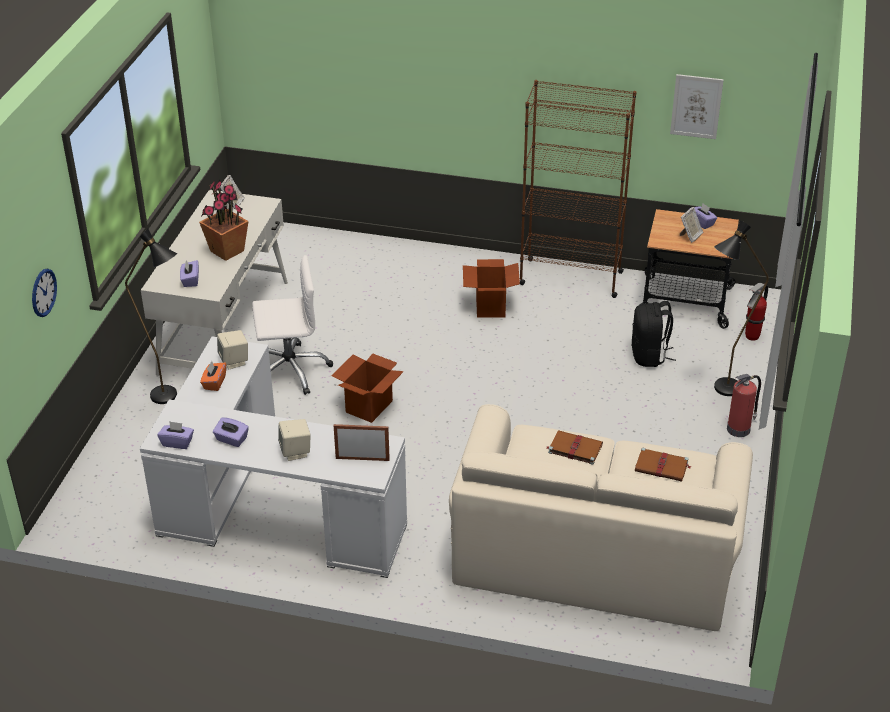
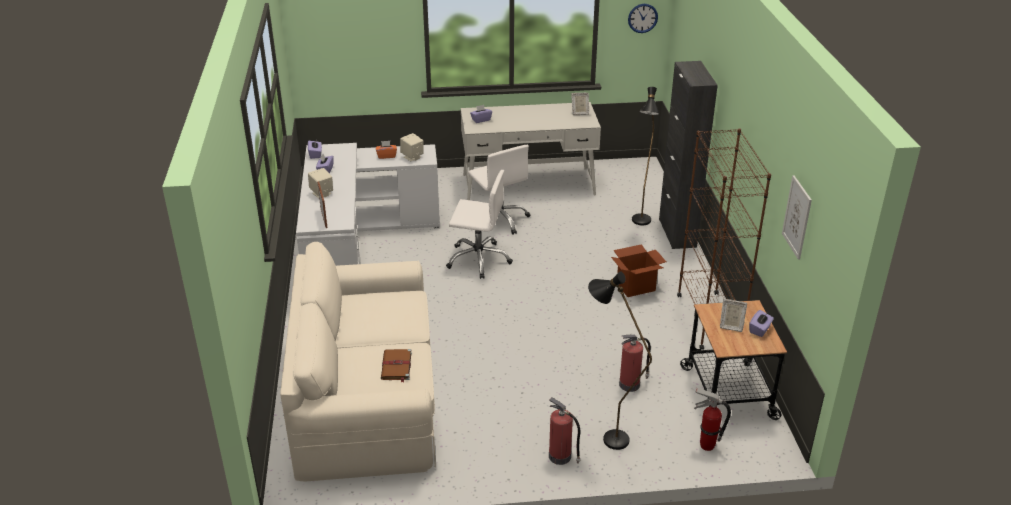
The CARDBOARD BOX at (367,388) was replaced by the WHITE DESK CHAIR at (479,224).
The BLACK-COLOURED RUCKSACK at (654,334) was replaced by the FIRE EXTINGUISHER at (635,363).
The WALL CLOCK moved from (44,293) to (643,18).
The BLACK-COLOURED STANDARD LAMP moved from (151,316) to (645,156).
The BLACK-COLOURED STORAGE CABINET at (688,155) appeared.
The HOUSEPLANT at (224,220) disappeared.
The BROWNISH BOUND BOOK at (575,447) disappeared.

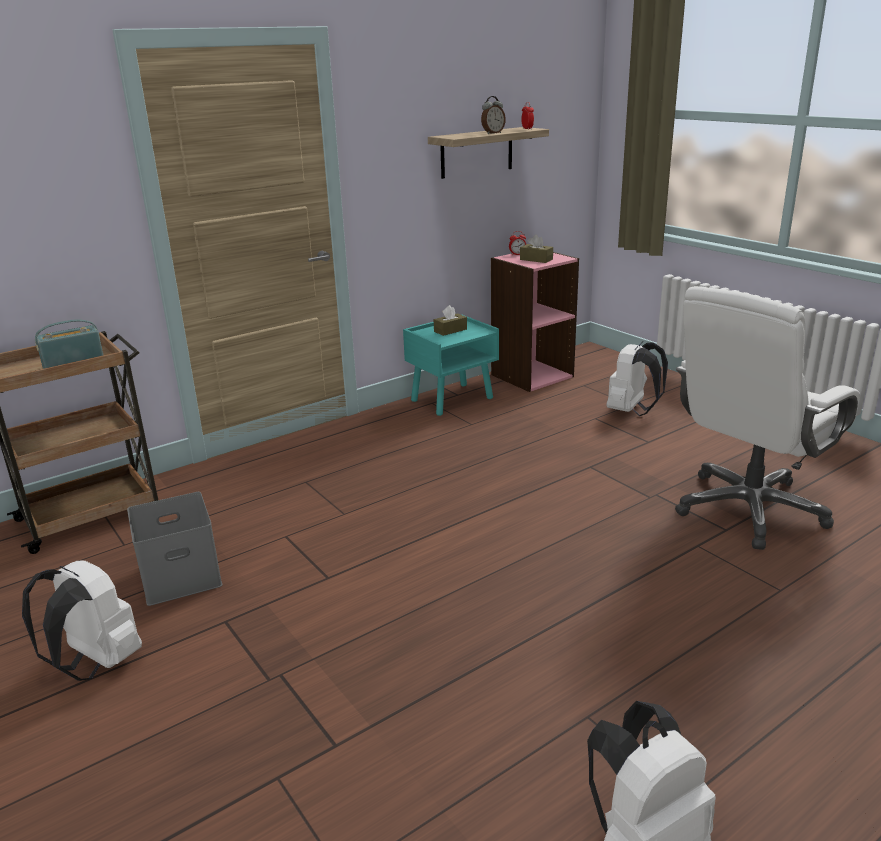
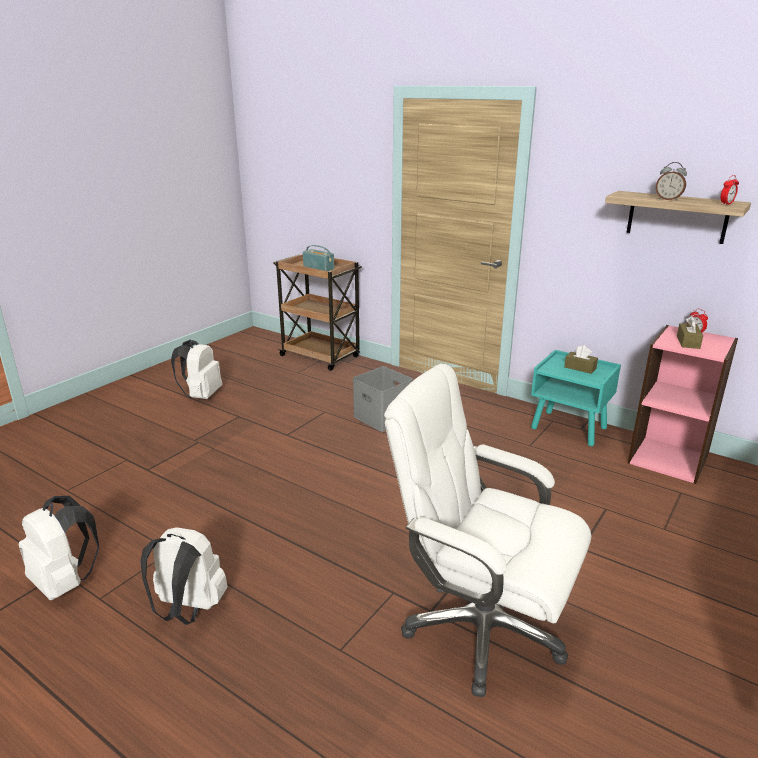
The WHITE RUCKSACK moved from (637,378) to (184,576).
The GRAY STORAGE BIN moved from (174,549) to (383,399).

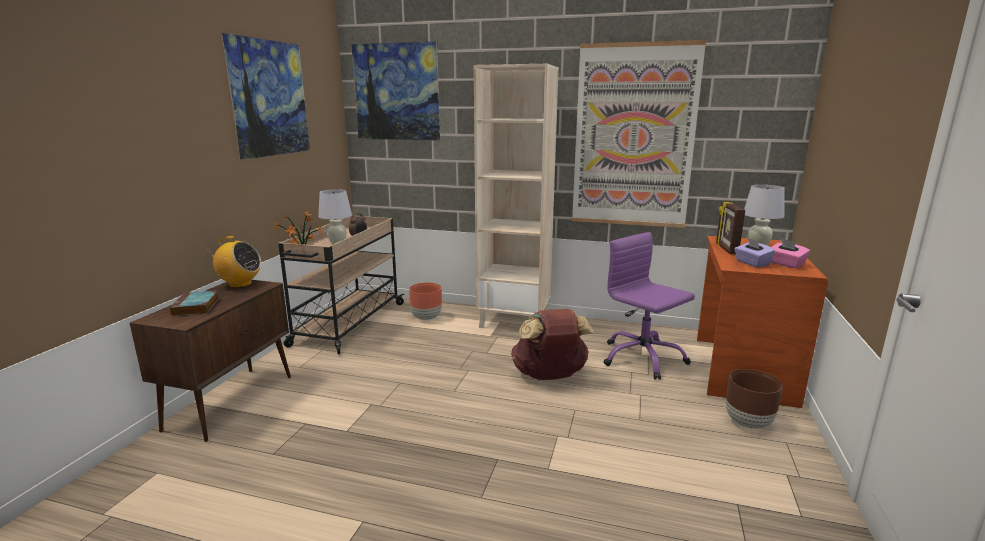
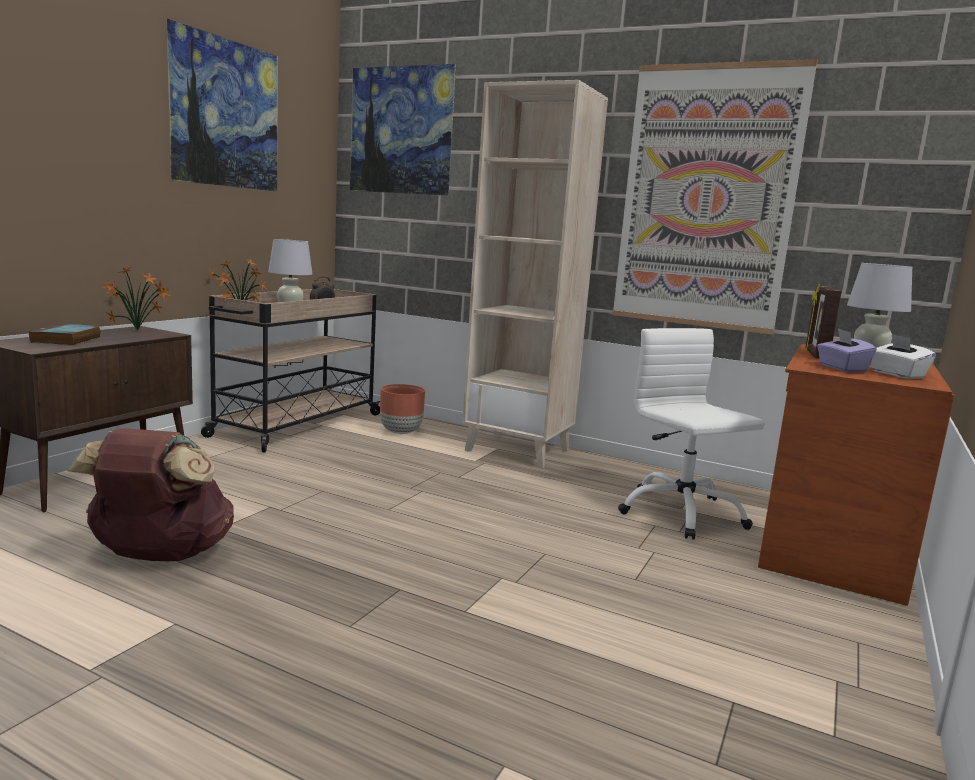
The BROWNISH RUCKSACK moved from (552,344) to (151,494).
The RADIO at (233,262) was replaced by the HOUSEPLANT at (136,298).
The PURPLISH DESK CHAIR at (649,306) became the WHITE DESK CHAIR at (691,434).
The PINK-COLOURED TISSUE BOX at (790,253) became the WHITE TISSUE BOX at (903,356).
The BROWNISH PLANTER at (754,399) disappeared.

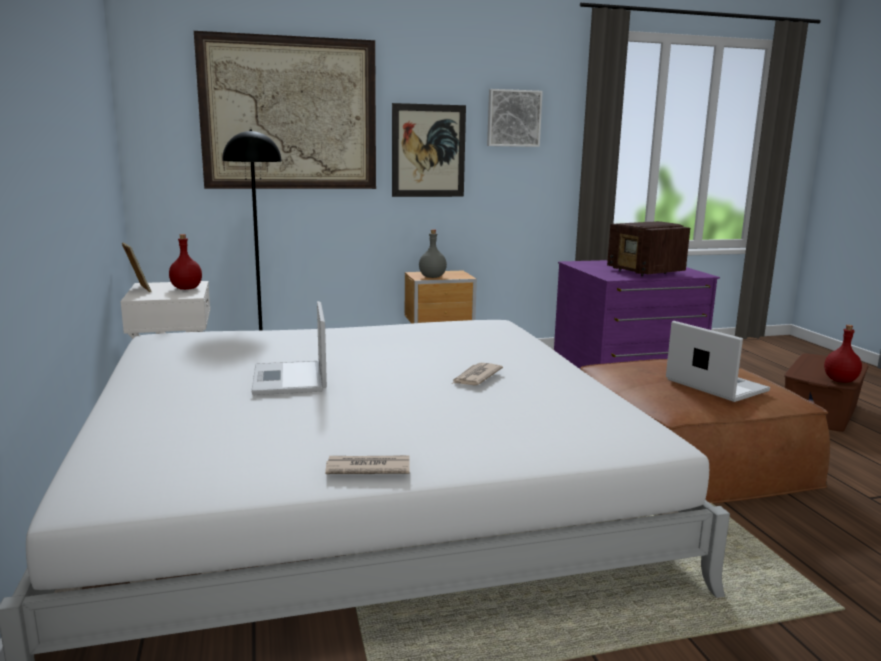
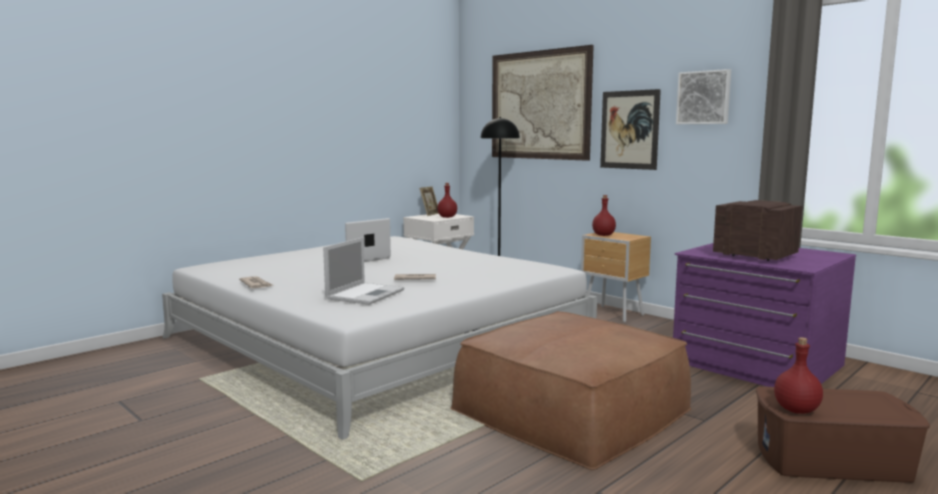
The PORTABLE COMPUTER moved from (718,361) to (363,271).
The GRAY BOTTLE at (433,253) became the RED-COLOURED BOTTLE at (604,215).
The RADIO at (648,248) turned 105 degrees clockwise.

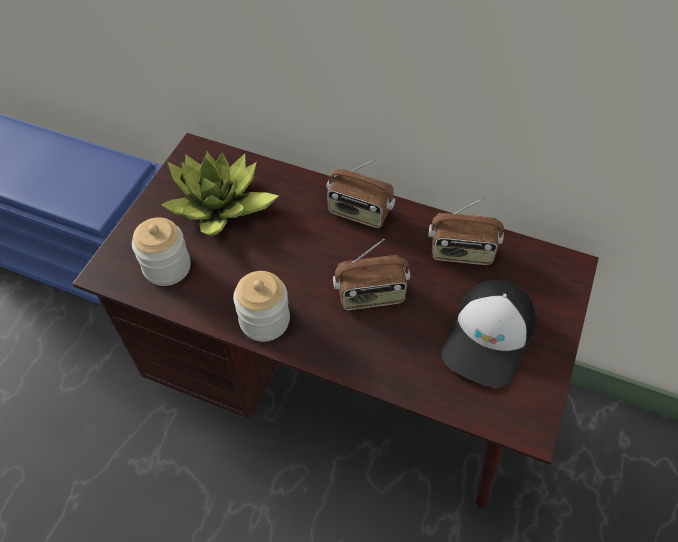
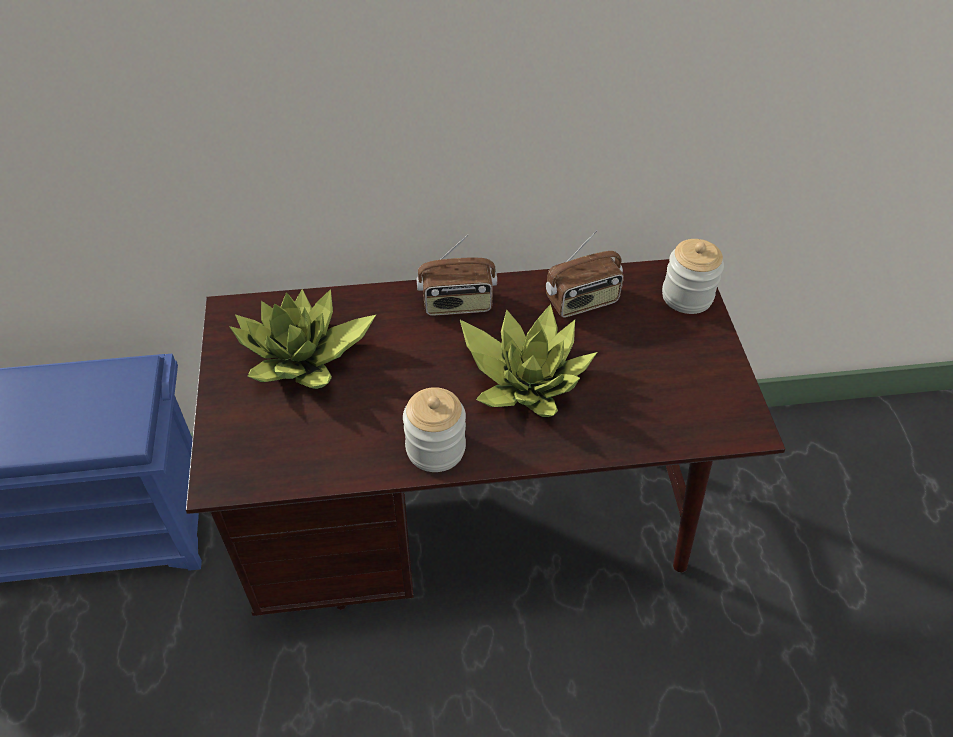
The RADIO at (371,274) was replaced by the HOUSEPLANT at (528,360).
The PRESERVE JAR moved from (161,251) to (693,276).
The PEAKED CAP at (488,334) disappeared.

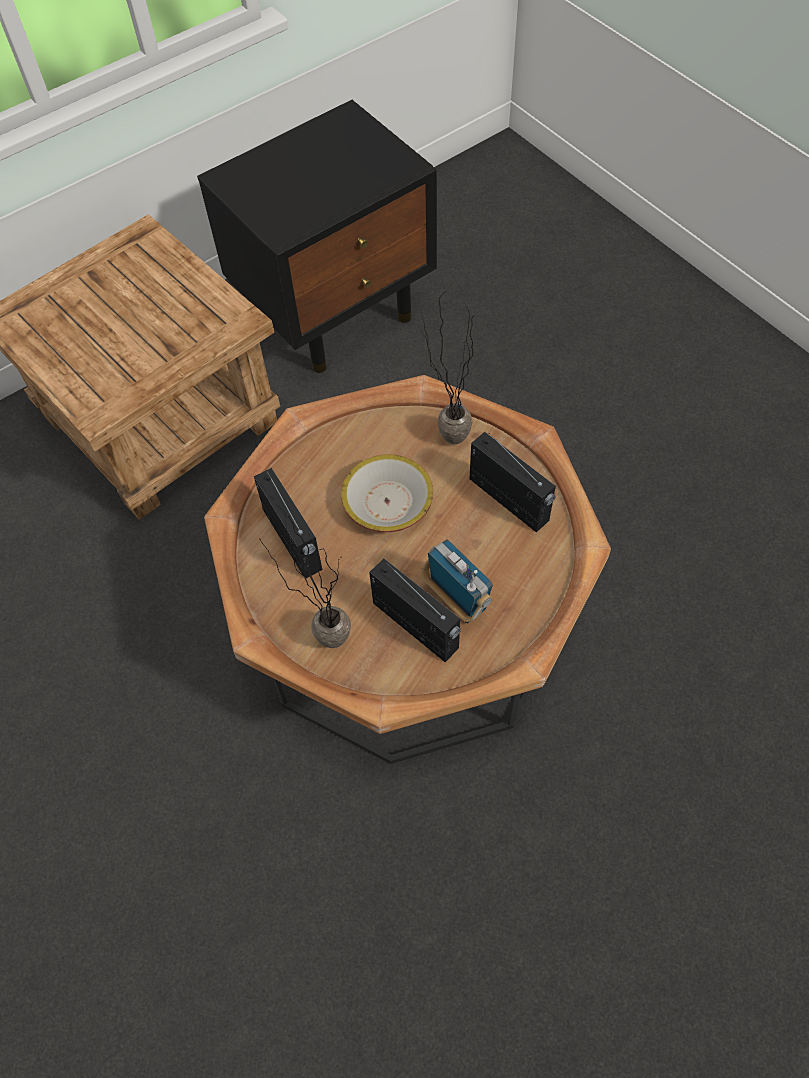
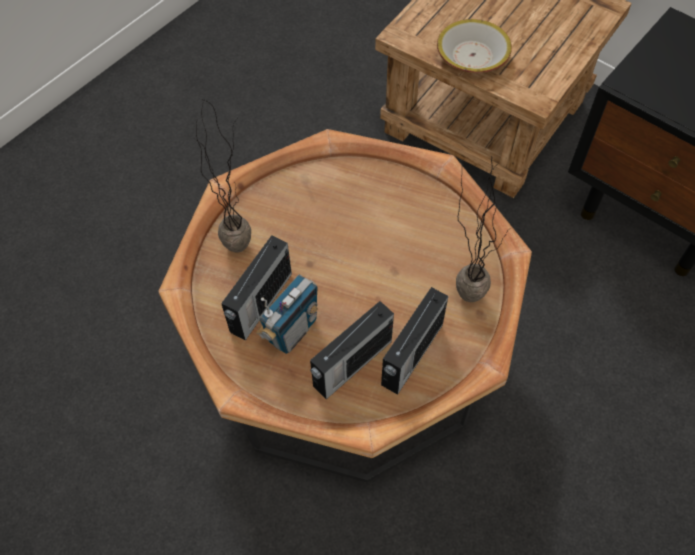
The RADIO moved from (288,523) to (352,350).
The BOWL moved from (387,493) to (474,46).

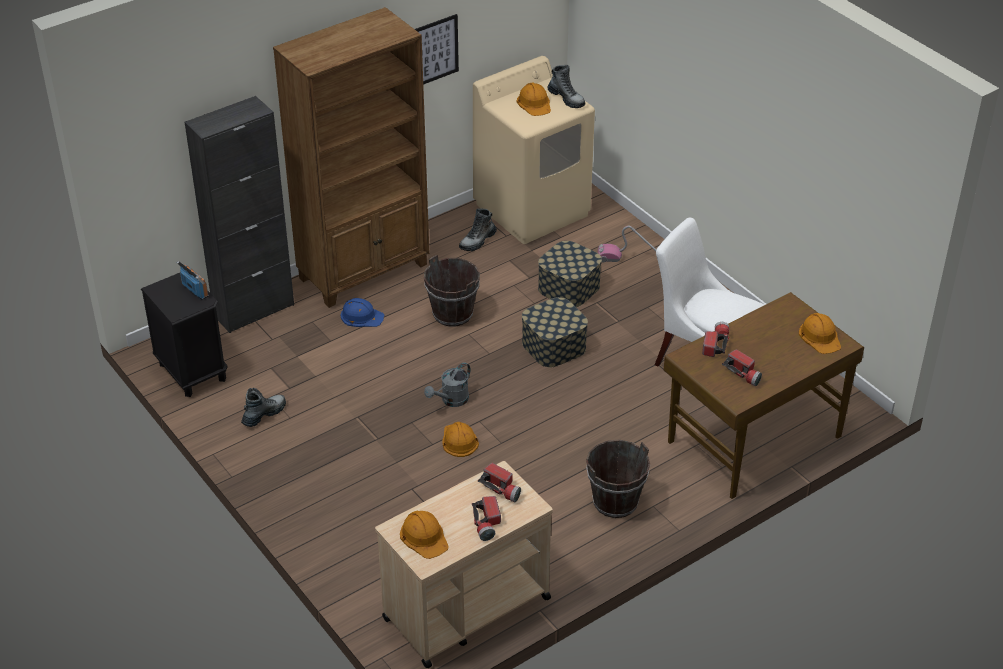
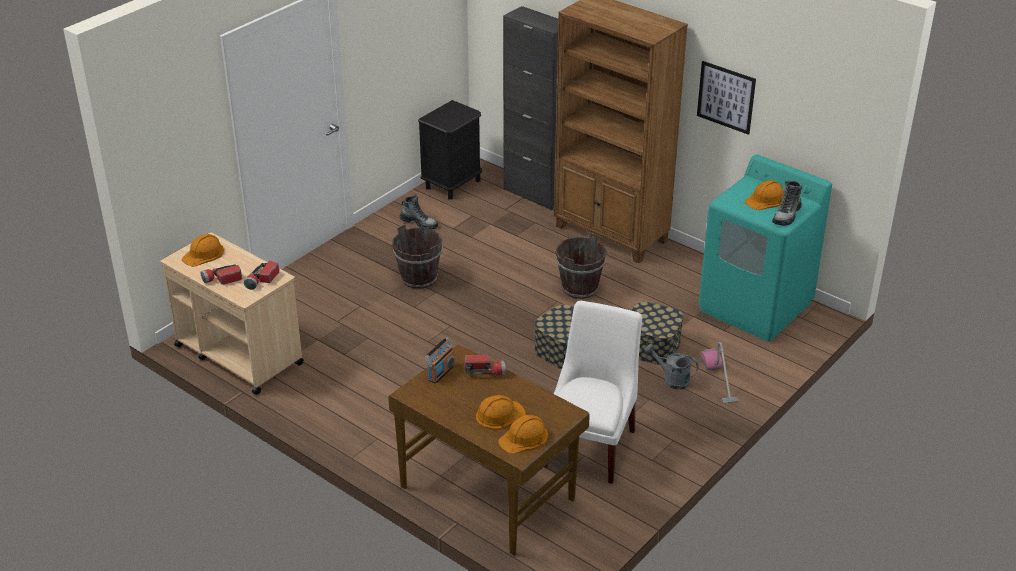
The BROWNISH WATER BUCKET moved from (618,479) to (417,256).
The RADIO moved from (193,280) to (440,360).
The ORANGE-COLOURED SAFETY HELMET moved from (460,439) to (501,412).
The GRAY WATERING CAN moved from (447,384) to (671,367).
The BEIGE WASHING MACHINE at (534,150) became the TURQUOISE WASHING MACHINE at (765,248).
The BLUISH SAFETY HELMET at (362,312) disappeared.
The BOOT at (478,229) disappeared.
The TORCH at (742,367) disappeared.

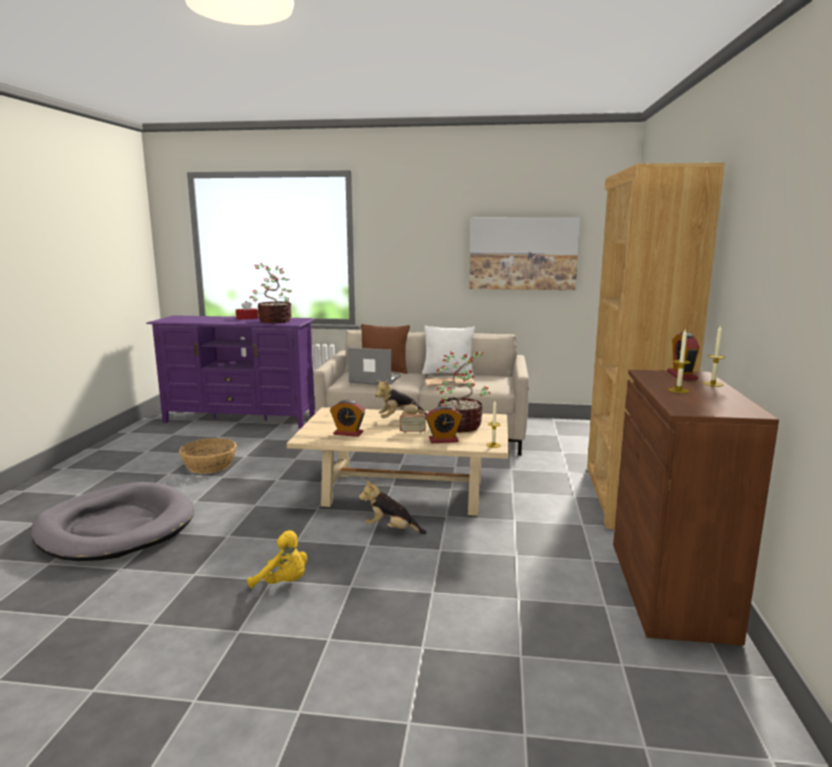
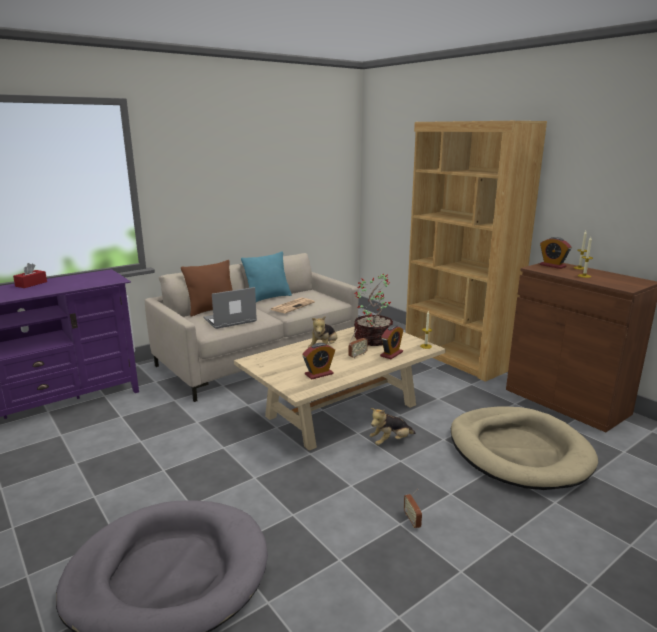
The WHITE PILLOW at (448,350) became the TURQUOISE PILLOW at (266,276).
The YELLOW SOFT TOY at (277,559) was replaced by the RADIO at (413,508).
The BEIGE PET BED at (524,448) appeared.
The HOUSEHOLD BASKET at (208,456) disappeared.
The HOUSEPLANT at (271,293) disappeared.
The WALL ART at (524,253) disappeared.

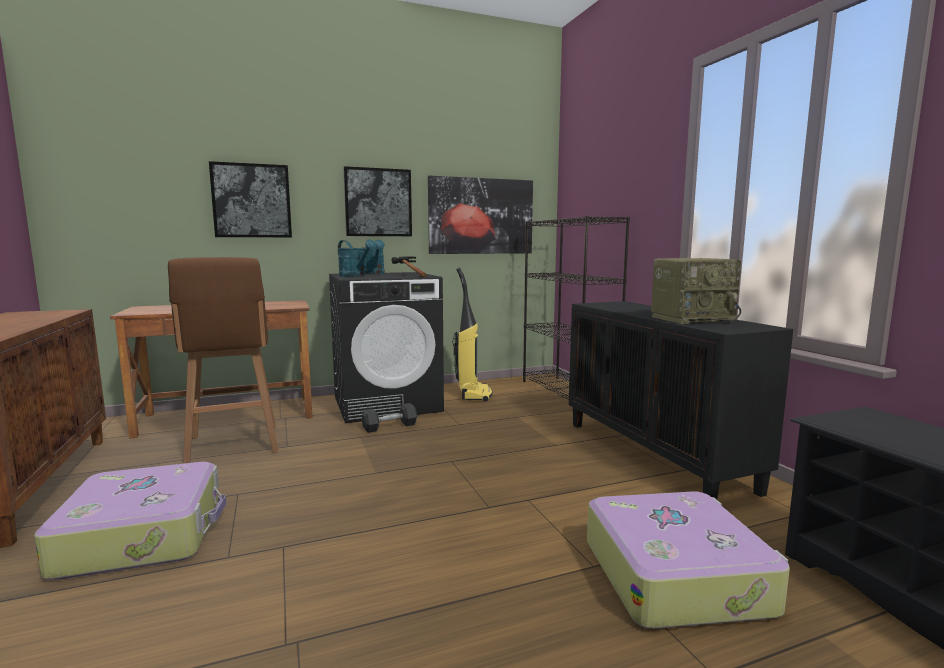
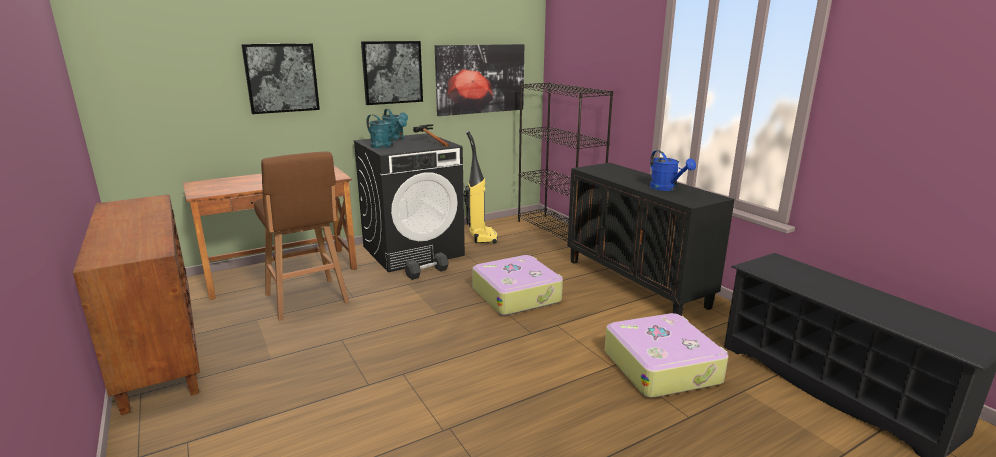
The SUITCASE moved from (130,521) to (517,285).
The RADIO at (696,291) was replaced by the BLUISH WATERING CAN at (673,170).

